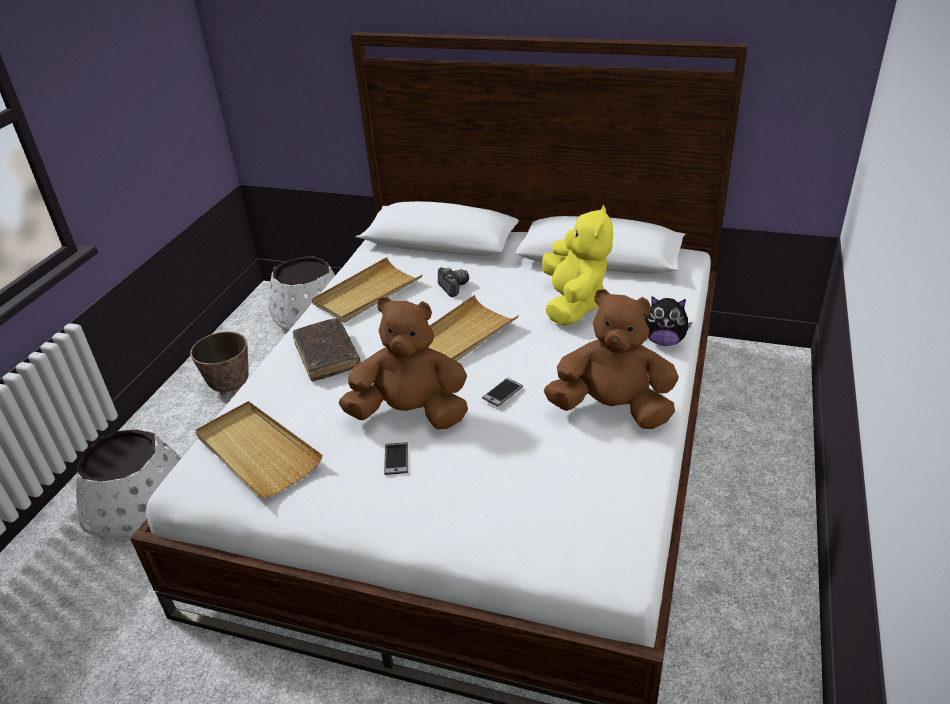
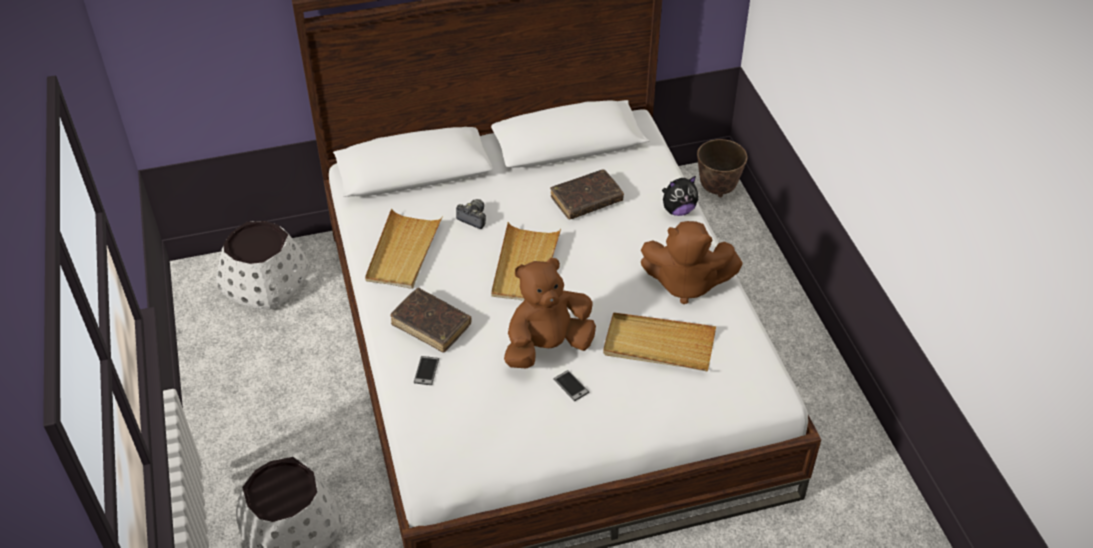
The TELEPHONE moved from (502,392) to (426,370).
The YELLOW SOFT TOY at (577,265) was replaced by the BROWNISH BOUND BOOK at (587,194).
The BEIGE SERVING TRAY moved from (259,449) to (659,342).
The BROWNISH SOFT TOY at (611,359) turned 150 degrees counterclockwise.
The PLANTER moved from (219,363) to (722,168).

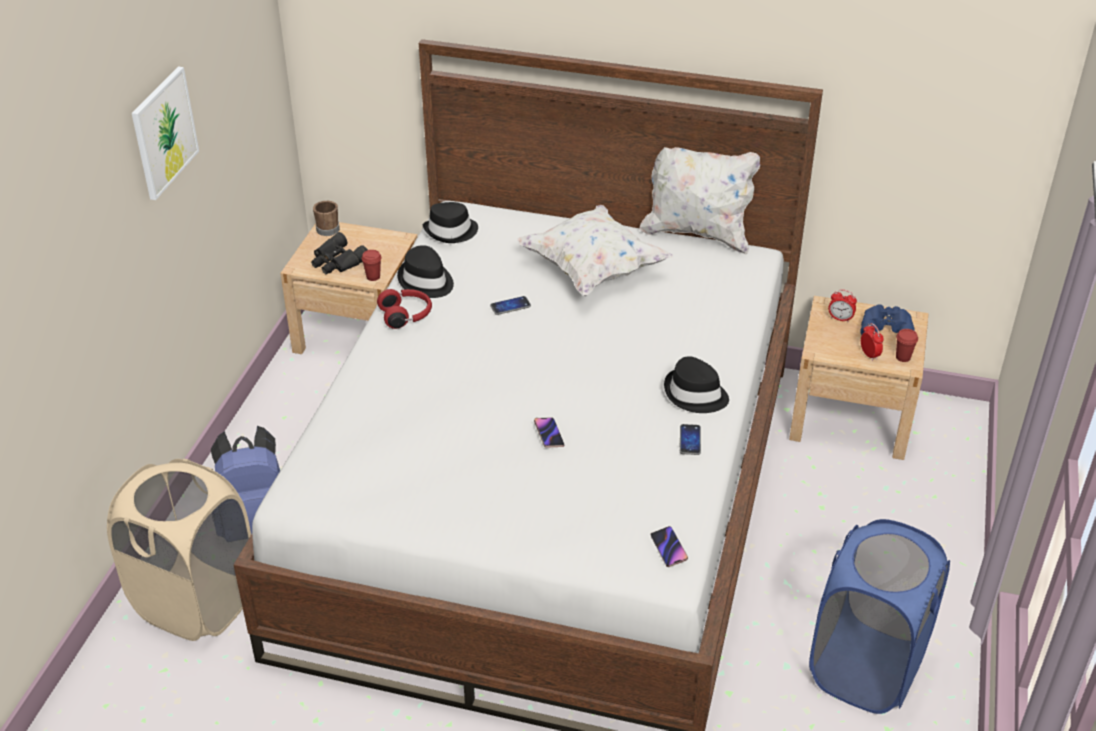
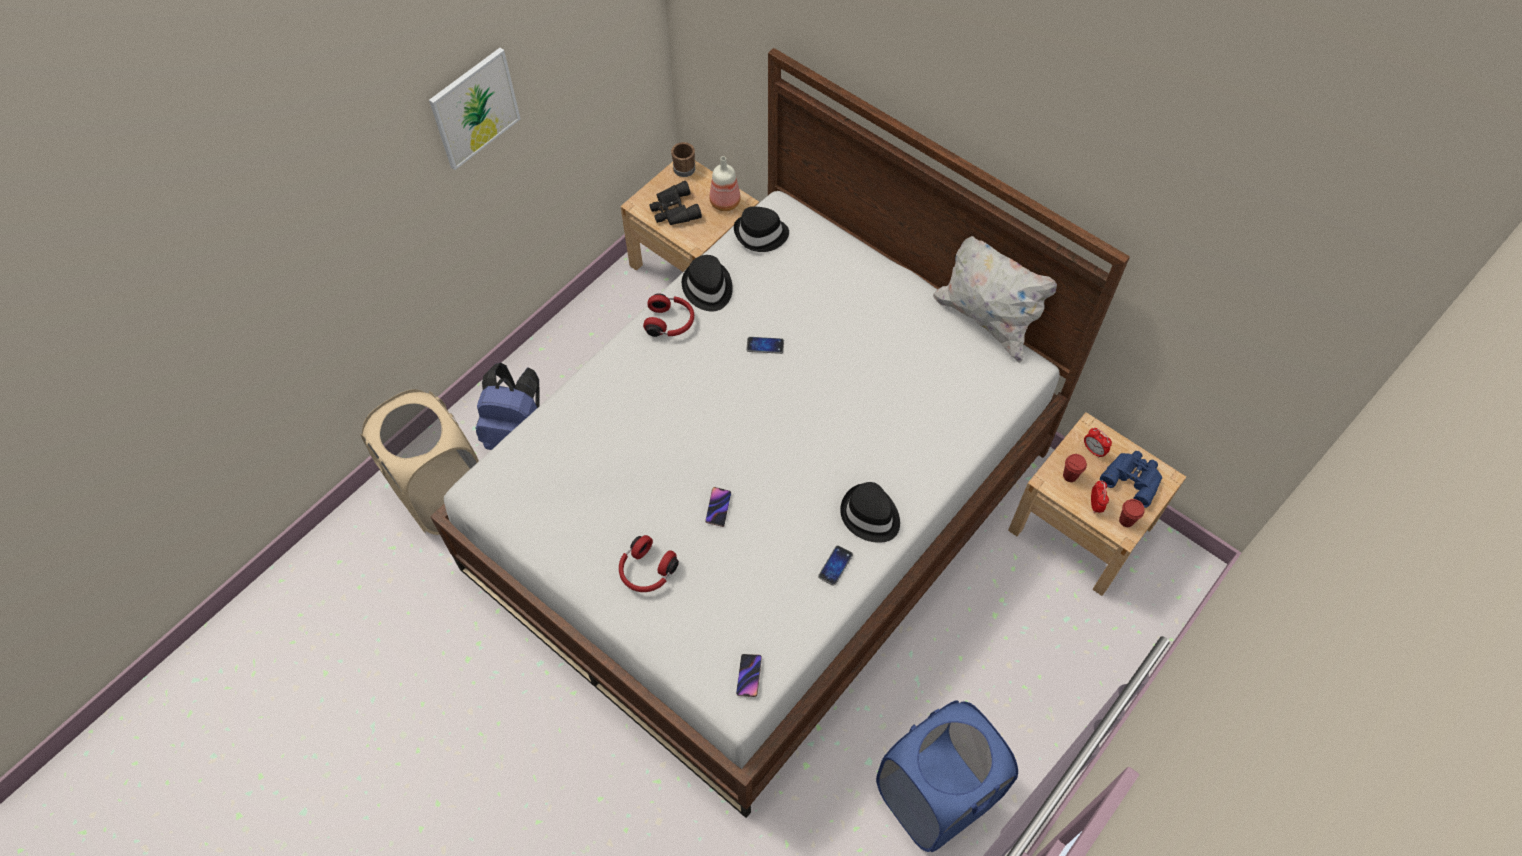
The RED-COLOURED HEADPHONES at (649,563) appeared.
The BOTTLE at (725,183) appeared.
The RED-COLOURED SMALL CUP moved from (372,265) to (1075,468).
The WHITE PILLOW at (595,250) disappeared.

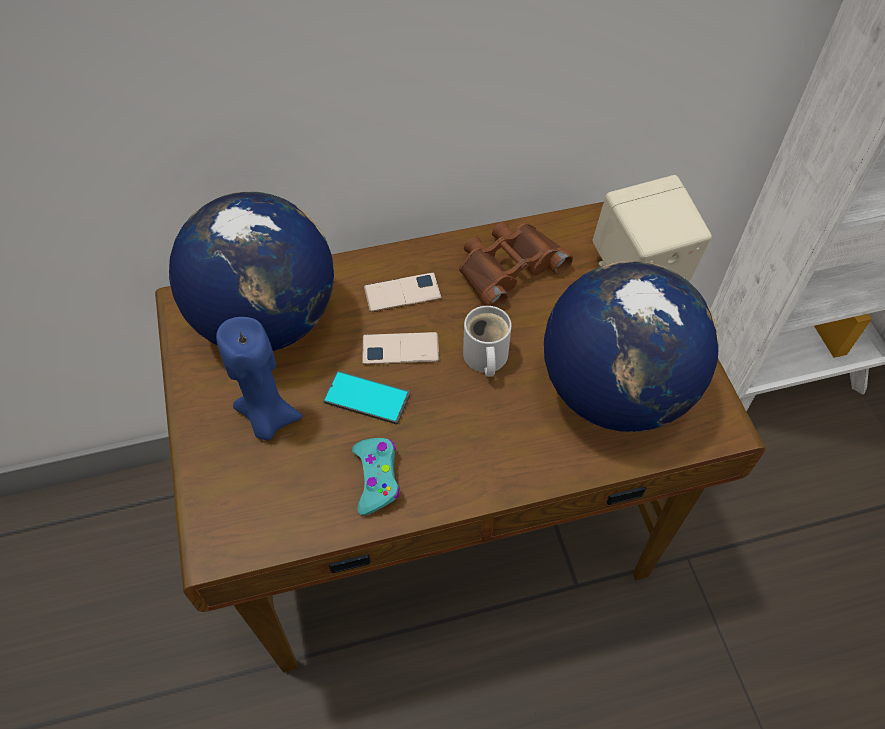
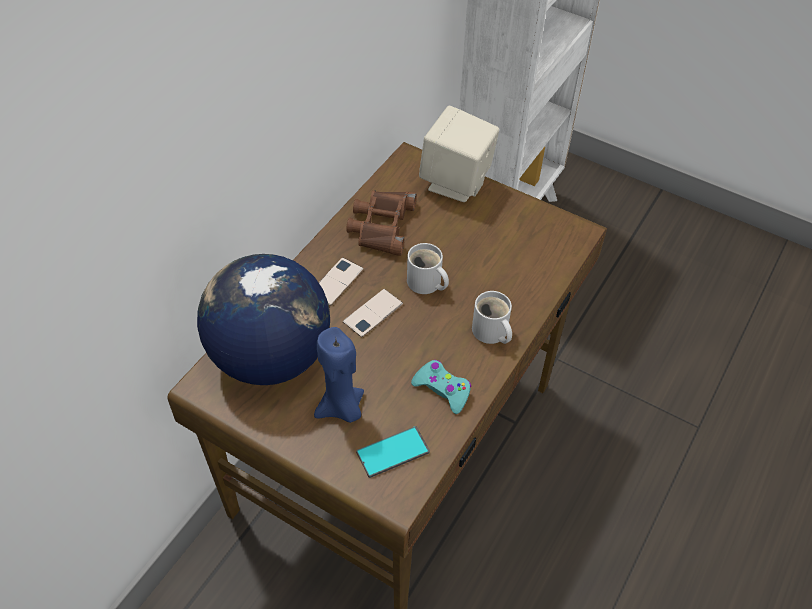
The TELEPHONE moved from (366,397) to (393,452).
The WHITE COFFEE MUG at (492,317) appeared.
The DESK GLOBE at (631,346) disappeared.

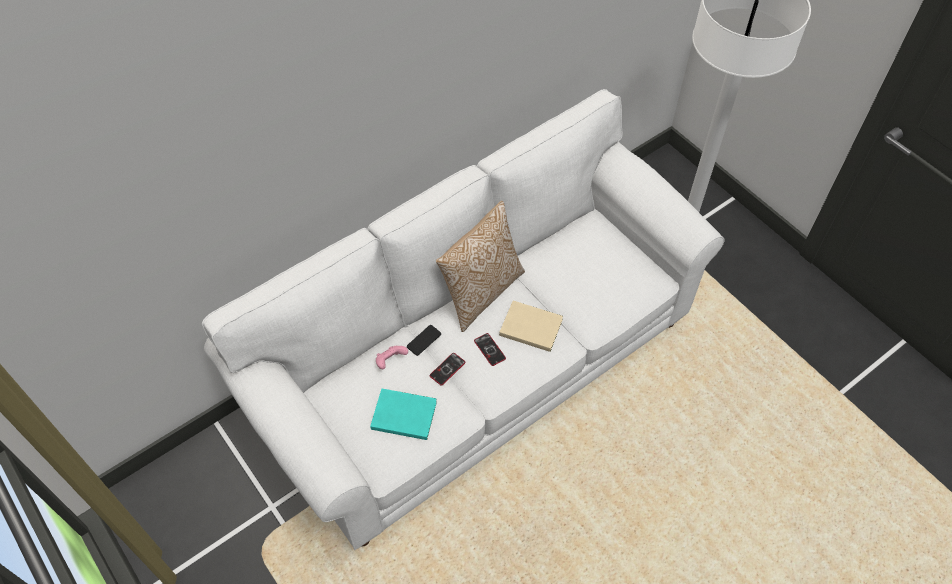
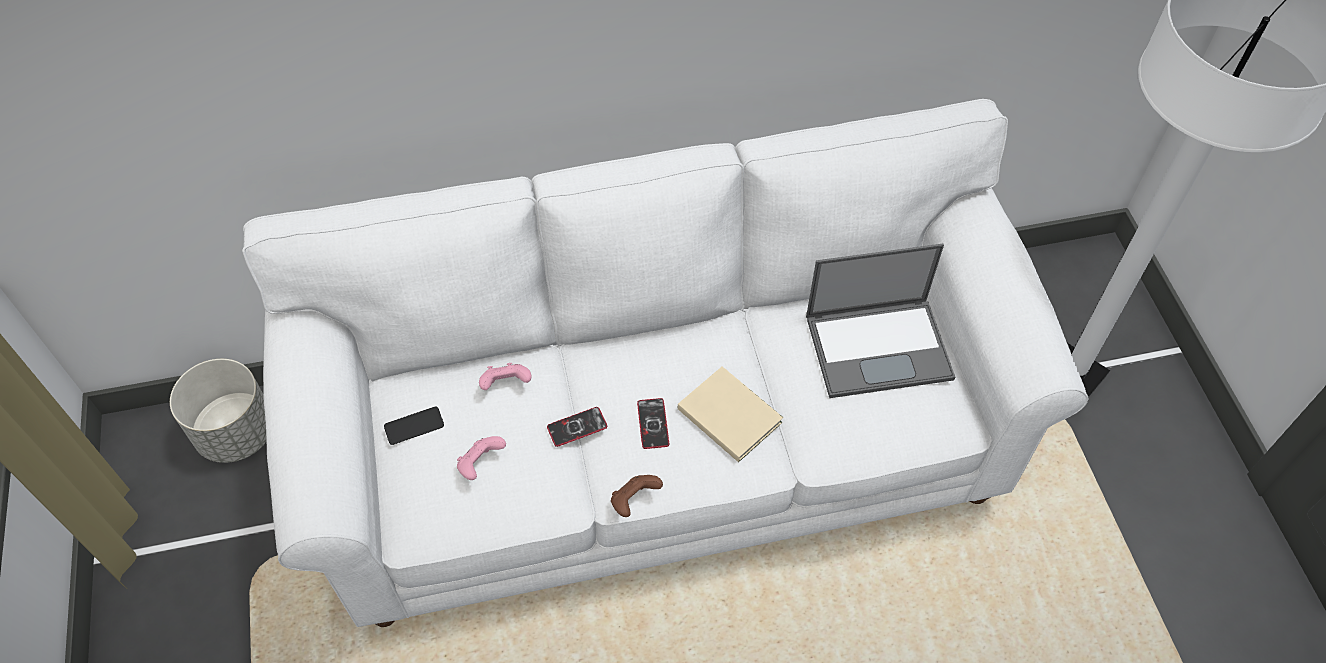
The GRAY PLANTER at (218,411) appeared.
The TELEPHONE moved from (424,340) to (414,426).
The TURQUOISE BOUND BOOK at (403,414) was replaced by the PINK-COLOURED JOYPAD at (481,458).
The BROWNISH JOYPAD at (637,496) appeared.
The PORTABLE COMPUTER at (880,321) appeared.
The PILLOW at (480,266) disappeared.

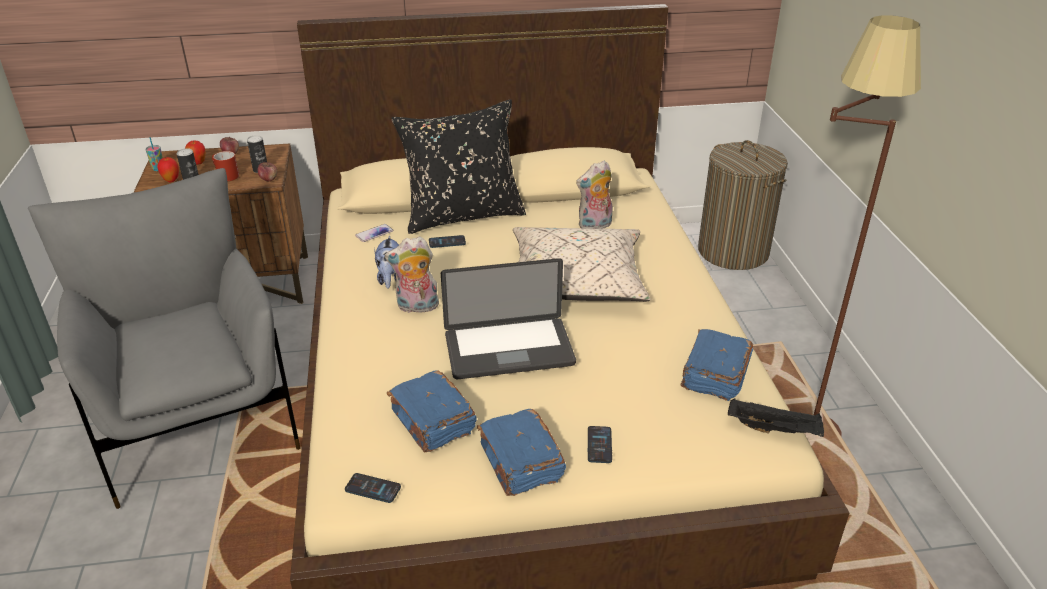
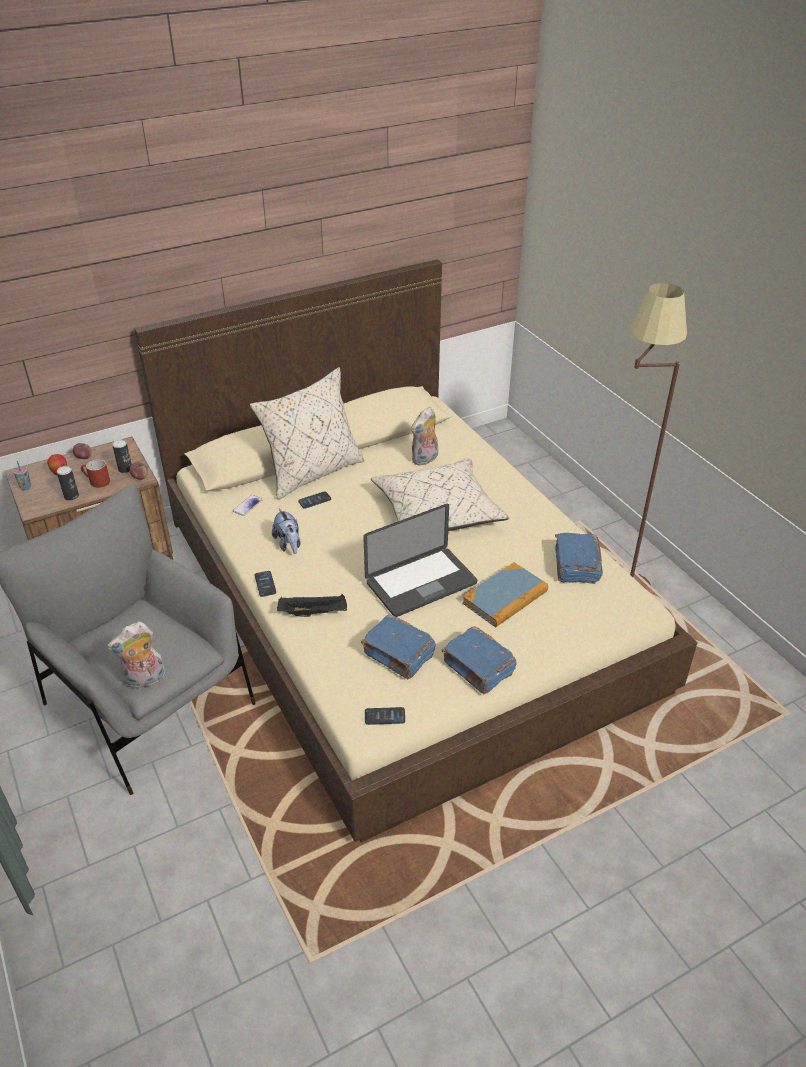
The SOFT TOY moved from (412,275) to (136,655).
The BLACK-COLOURED PILLOW at (459,167) became the BEIGE PILLOW at (307,433).
The TELEPHONE moved from (599,444) to (265,584).
The BLACK-COLOURED SERVING TRAY moved from (776,417) to (312,605).
The BOUND BOOK at (505,595) appeared.
The APPLE FRUIT at (168,169) disappeared.
The WASHING BASKET at (743,205) disappeared.

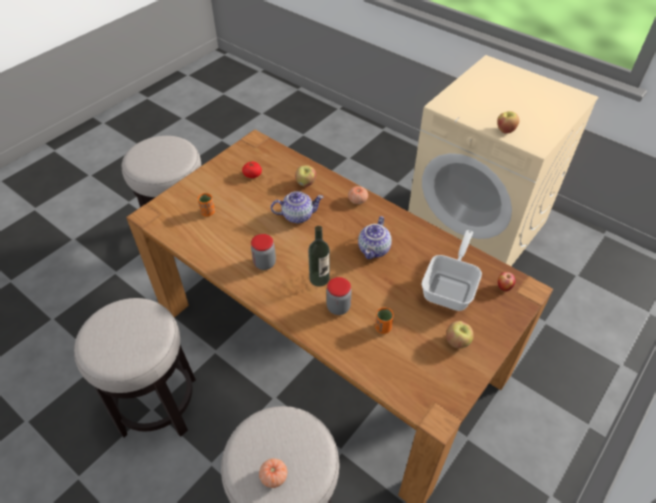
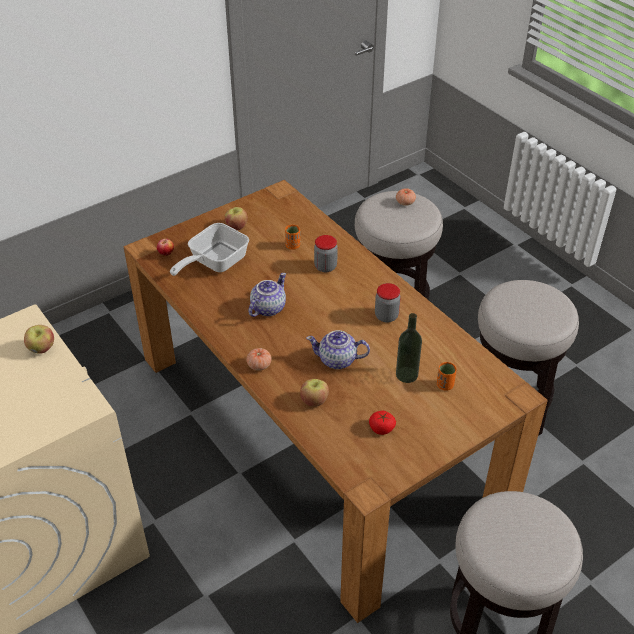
The BOTTLE moved from (319,256) to (409,348).

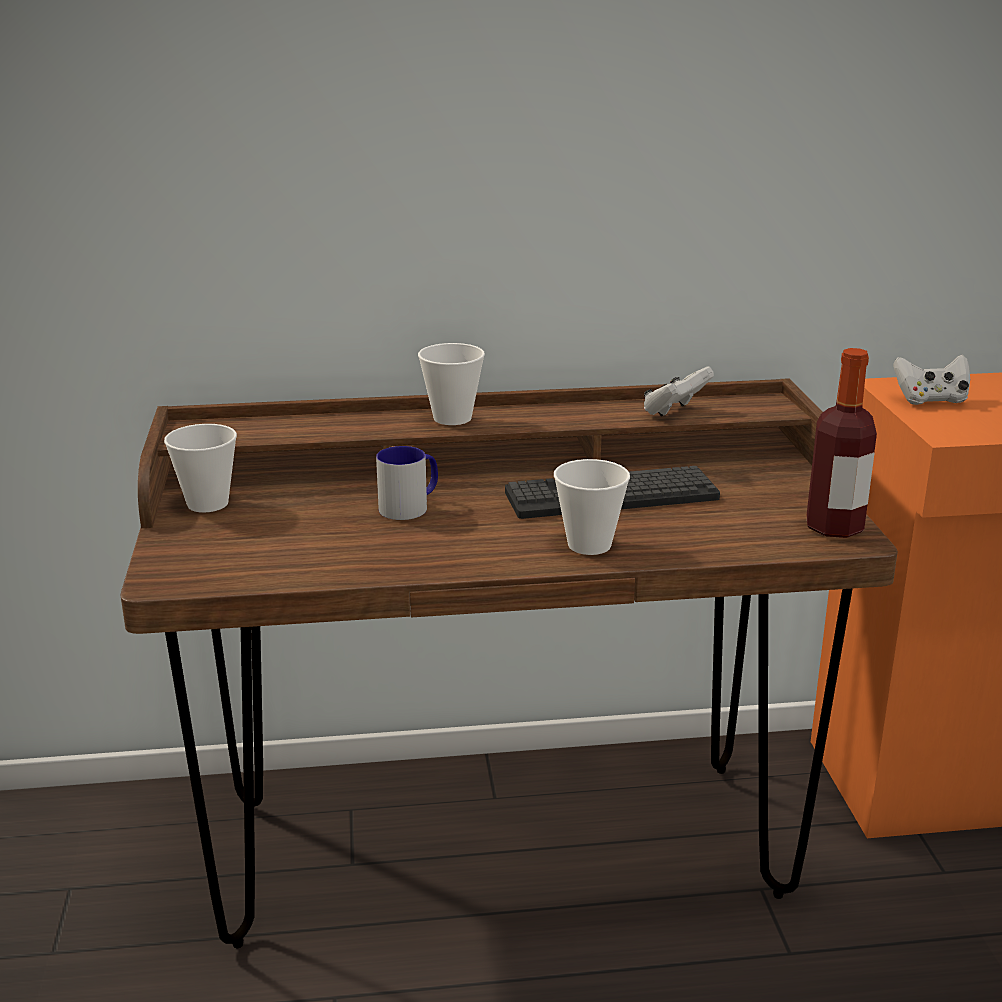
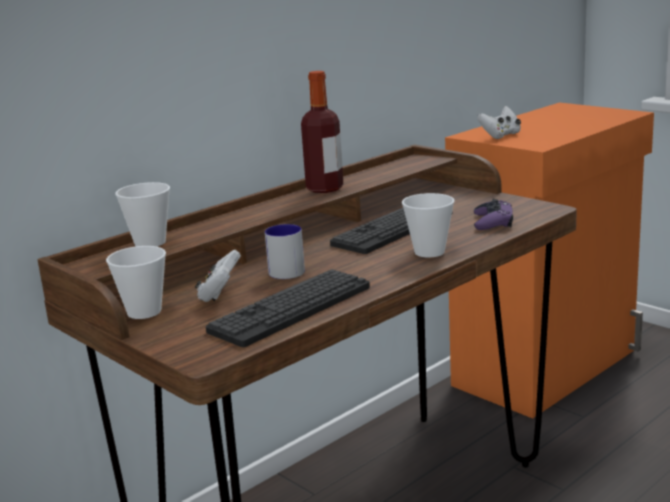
The SMALL CUP moved from (451,384) to (142,214).
The WHITE JOYPAD moved from (679,391) to (218,276).
The KEYBOARD at (288,308) appeared.
The BOTTLE moved from (842,443) to (322,132).
The PURPLISH JOYPAD at (493,214) appeared.

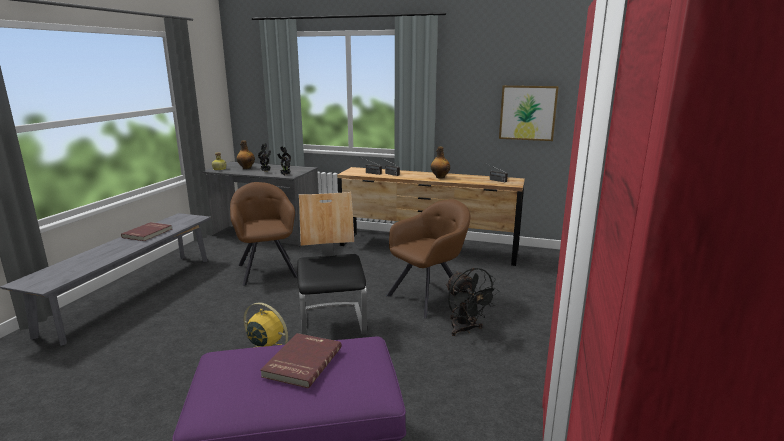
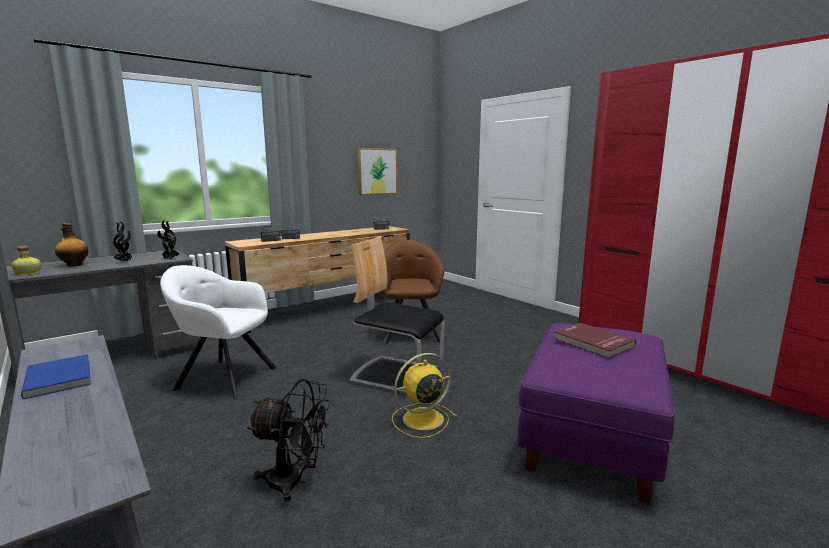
The RED-COLOURED BOUND BOOK at (146,231) became the BLUISH BOUND BOOK at (56,376).
The BROWNISH ARMCHAIR at (264,234) became the WHITE ARMCHAIR at (218,332).
The BLACK-COLOURED ELECTRIC FAN moved from (472,302) to (289,441).
The BOTTLE at (440,162) disappeared.

